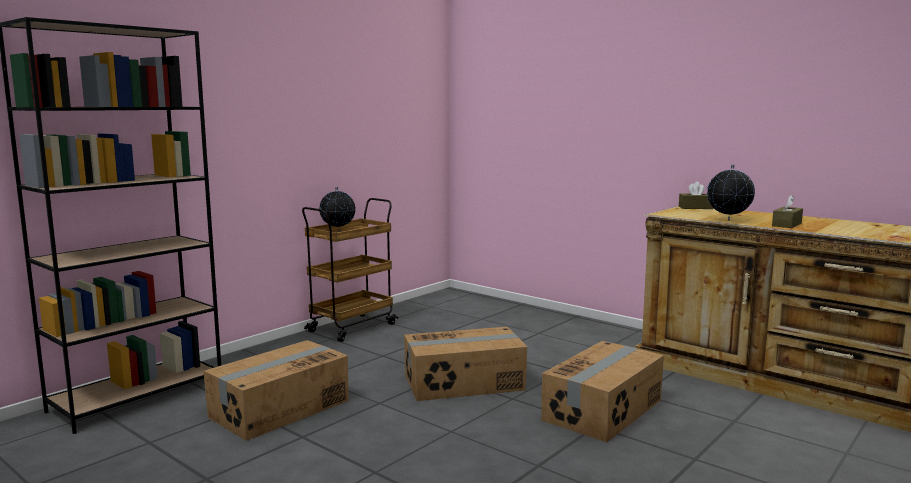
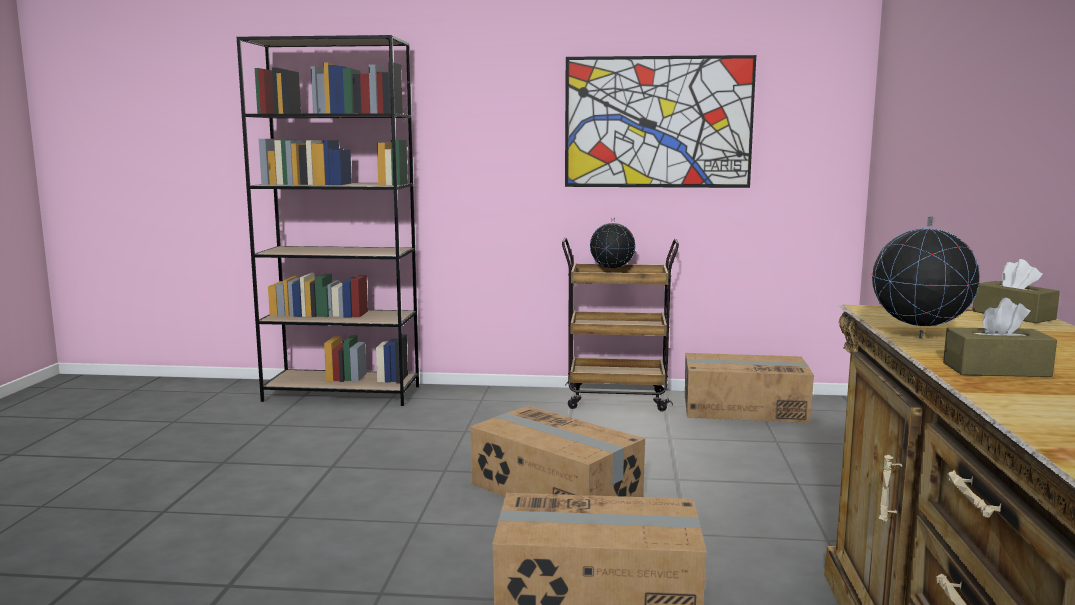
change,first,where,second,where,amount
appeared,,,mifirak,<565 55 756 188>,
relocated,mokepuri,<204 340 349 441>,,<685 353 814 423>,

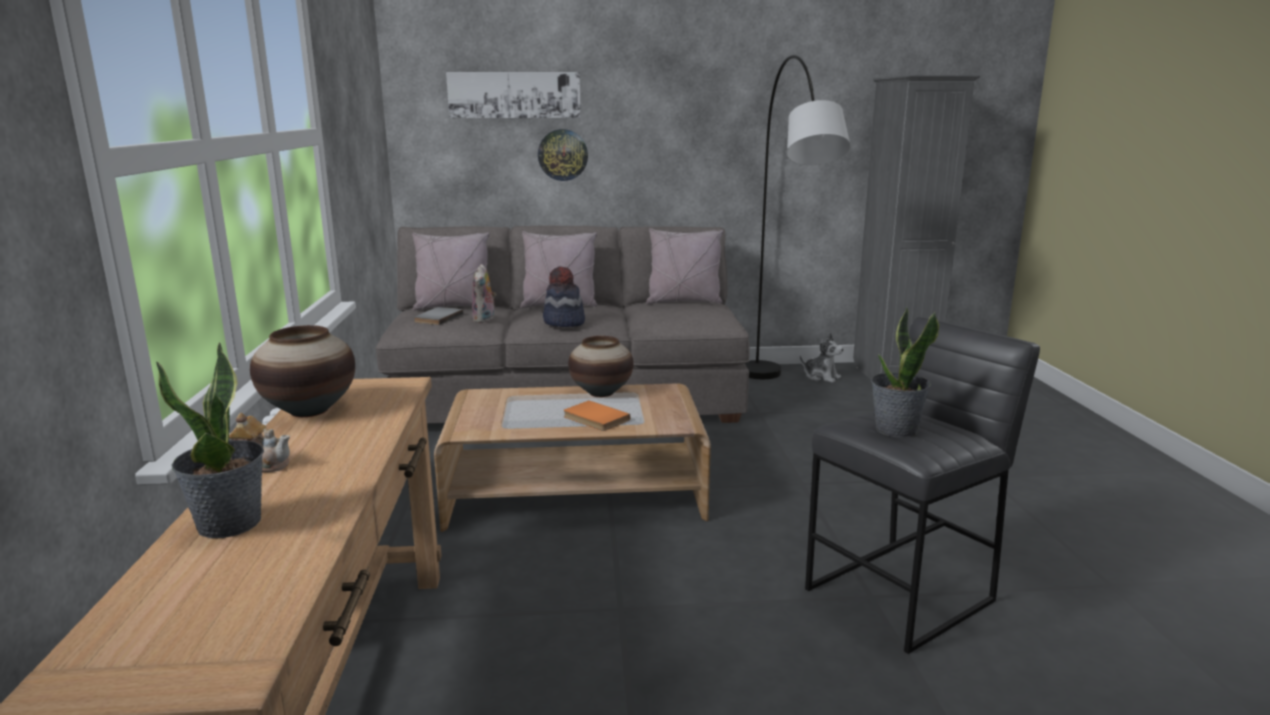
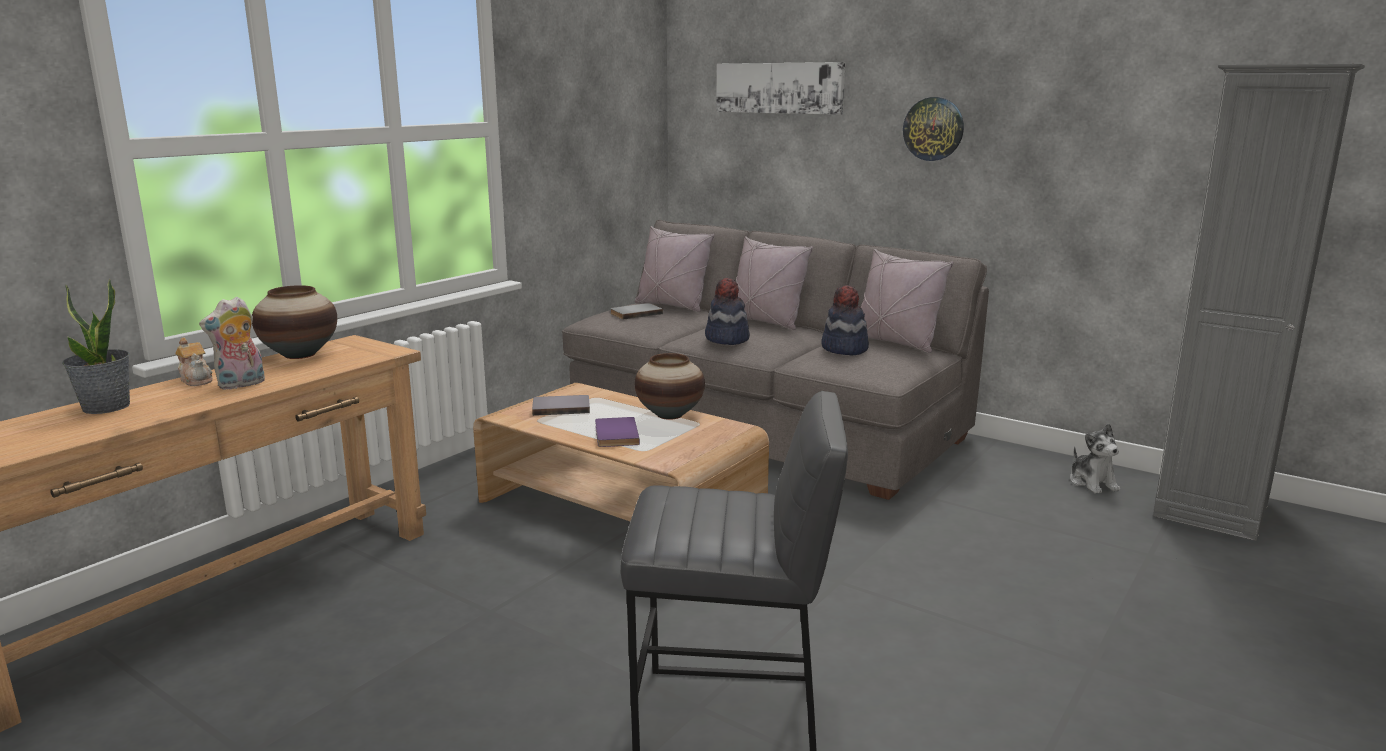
change,first,where,second,where,amount
missing,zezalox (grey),<745 55 851 379>,,,
missing,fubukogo,<871 307 939 438>,,,
appeared,,,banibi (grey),<532 395 590 416>,
appeared,,,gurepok,<821 285 869 355>,
relocated,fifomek,<472 264 496 323>,,<199 296 265 390>,
relocated,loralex,<538 129 588 181>,,<903 97 964 161>,
colour,banibi (orange),<564 400 630 431>,banibi (purple),<595 417 640 447>,

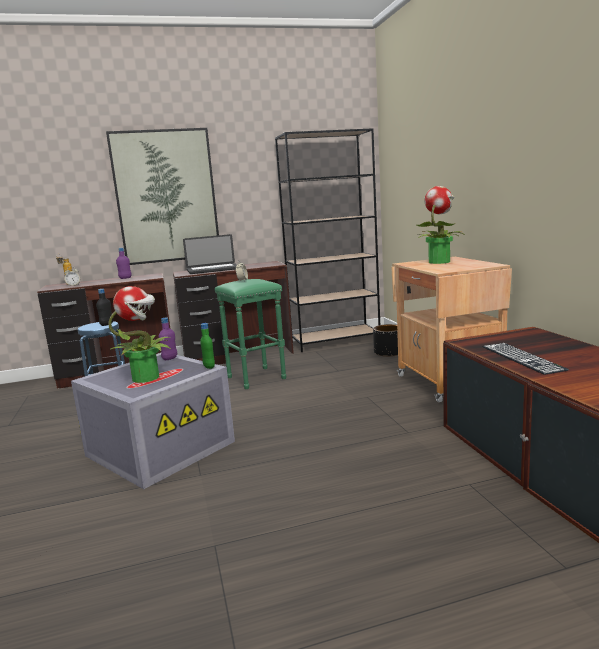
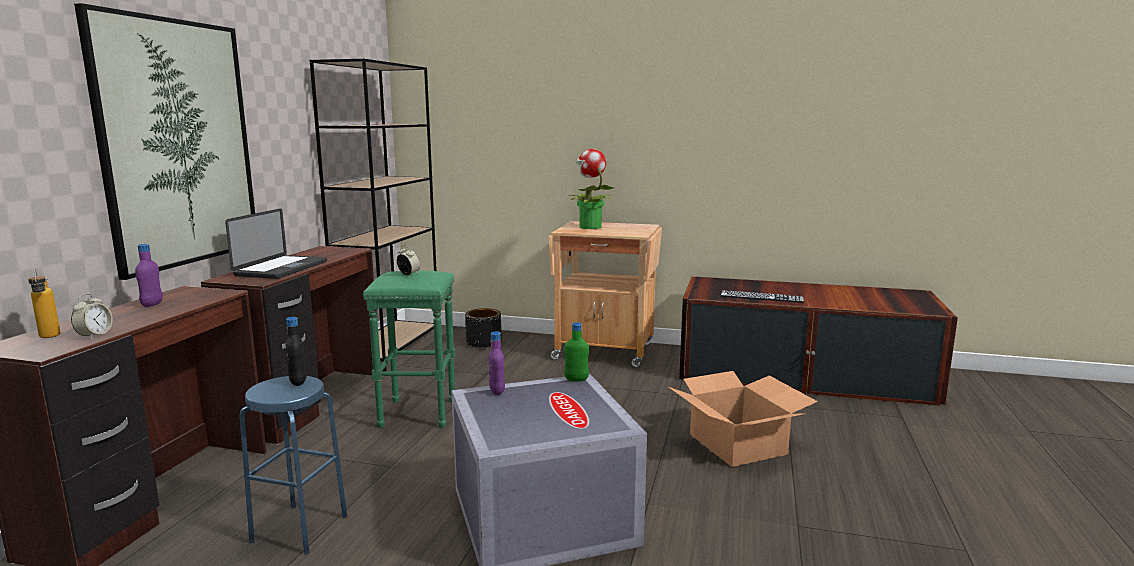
change,first,where,second,where,amount
missing,fubukogo,<108 286 172 383>,,,
appeared,,,mokepuri,<668 371 818 467>,

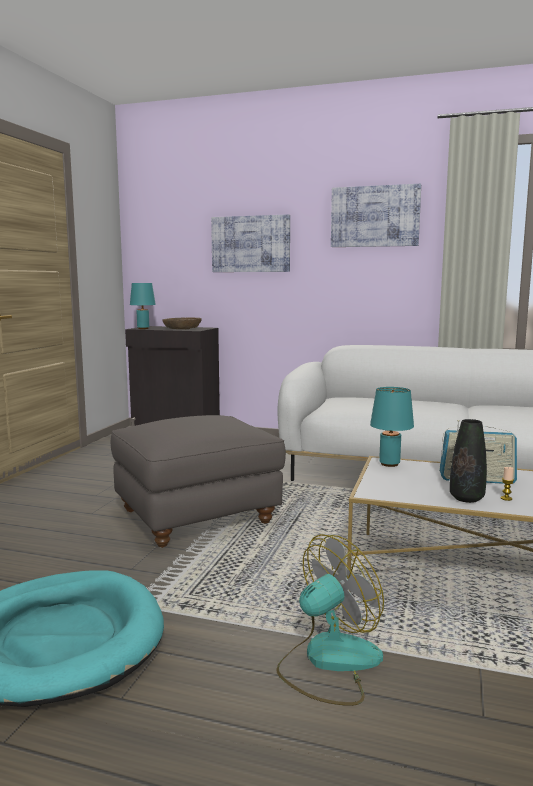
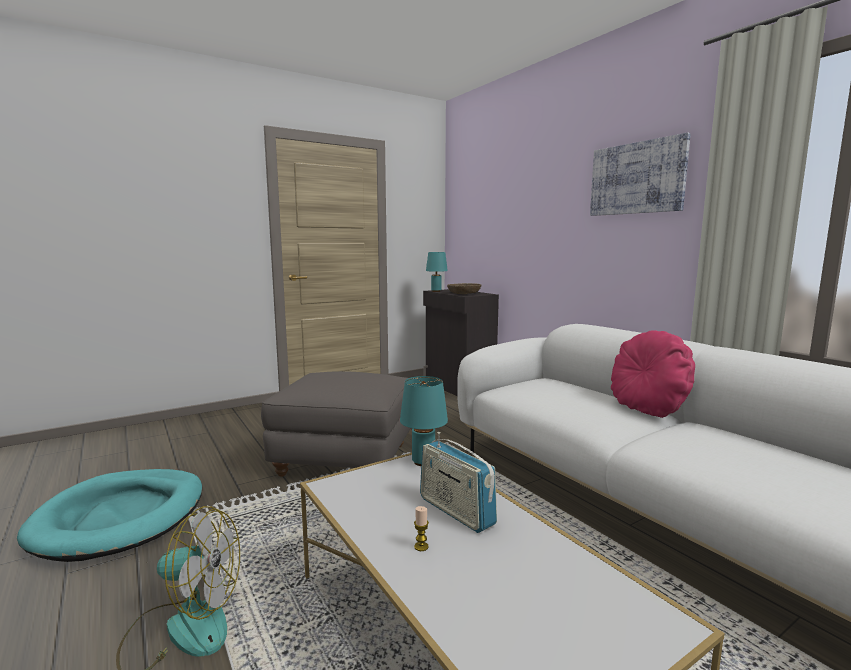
change,first,where,second,where,amount
missing,mifirak,<211 214 290 272>,,,
missing,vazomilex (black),<449 419 487 503>,,,
appeared,,,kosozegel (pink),<611 330 695 418>,

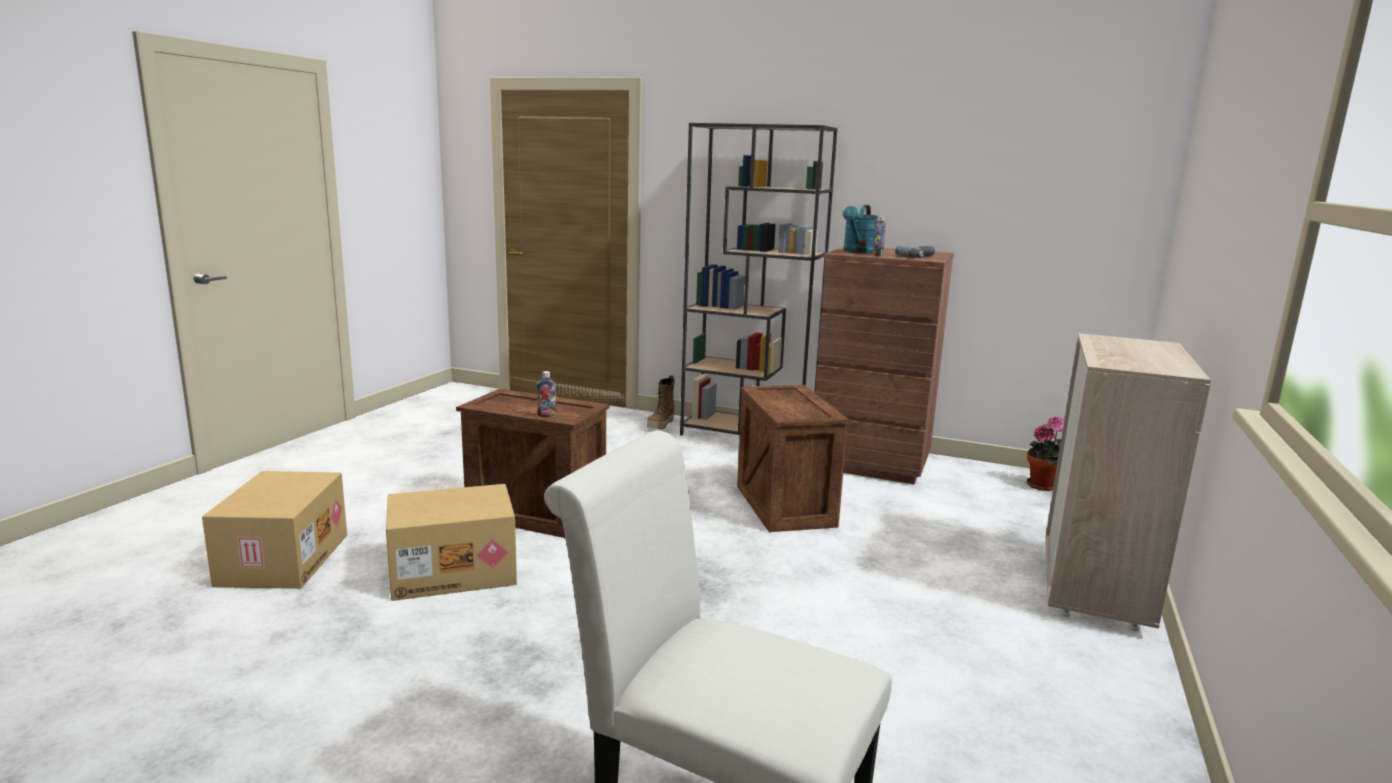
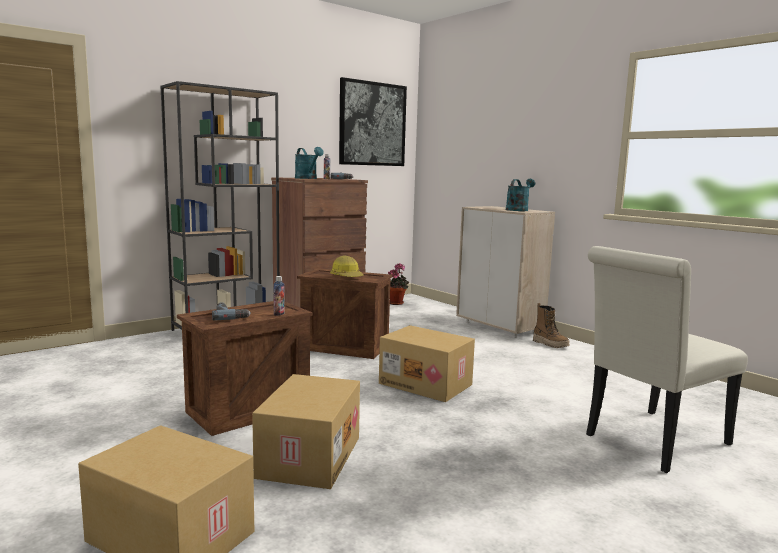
change,first,where,second,where,amount
appeared,,,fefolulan,<212 302 251 320>,
appeared,,,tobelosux,<330 255 364 277>,
appeared,,,mifirak,<339 77 407 166>,
appeared,,,mokepuri,<379 325 475 402>,
appeared,,,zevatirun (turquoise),<506 179 535 211>,
relocated,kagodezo,<647 375 675 429>,,<533 303 569 348>,

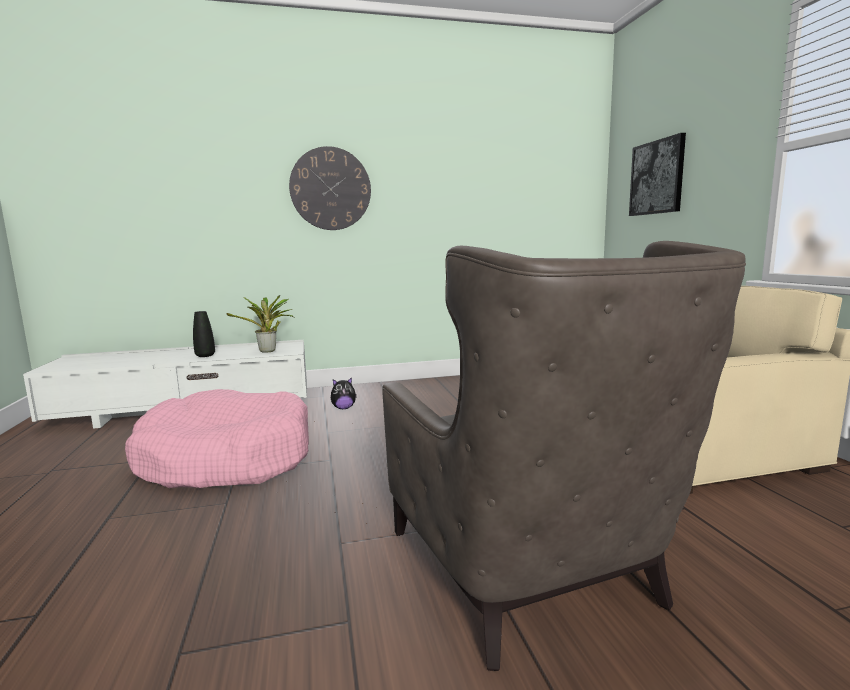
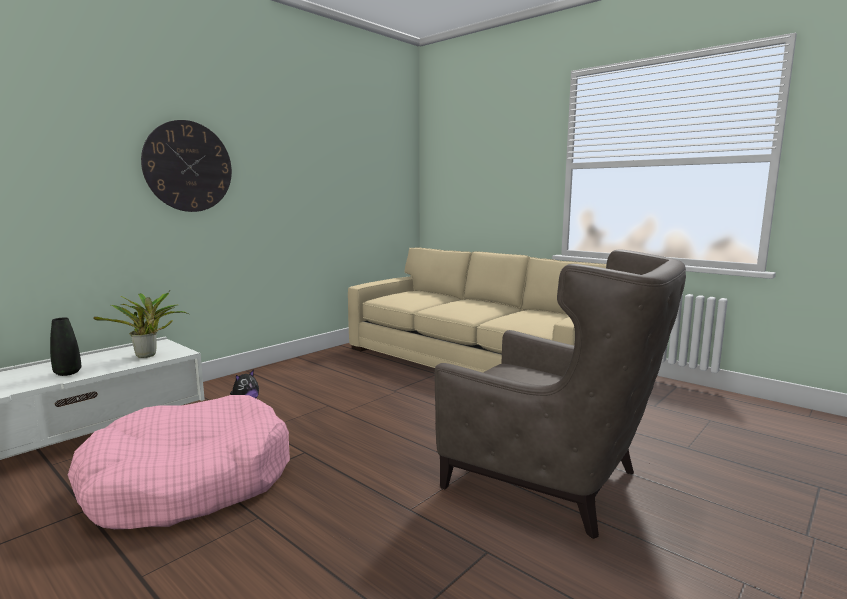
change,first,where,second,where,amount
missing,mifirak,<629 133 686 216>,,,

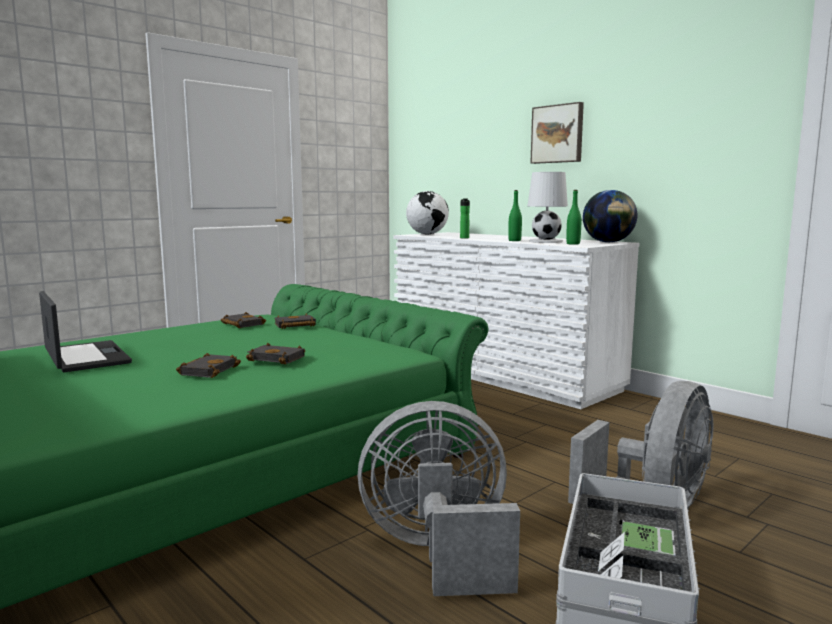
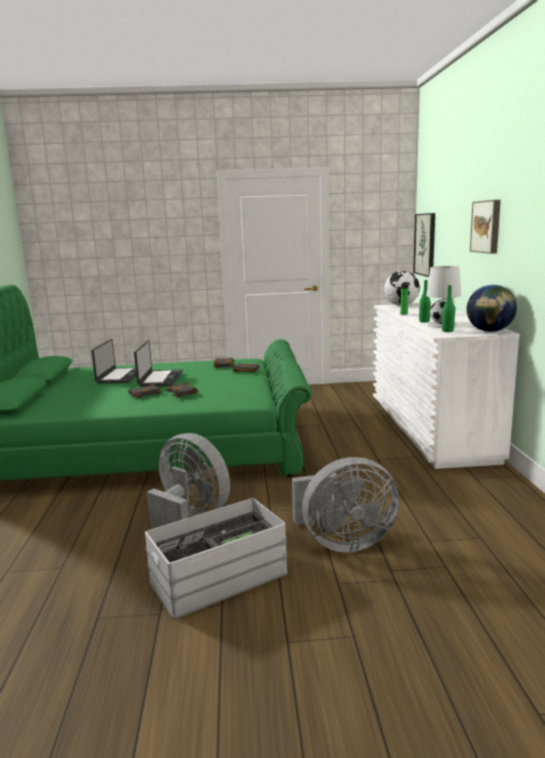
change,first,where,second,where,amount
appeared,,,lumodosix,<134 340 183 387>,
appeared,,,mifirak,<413 213 435 277>,

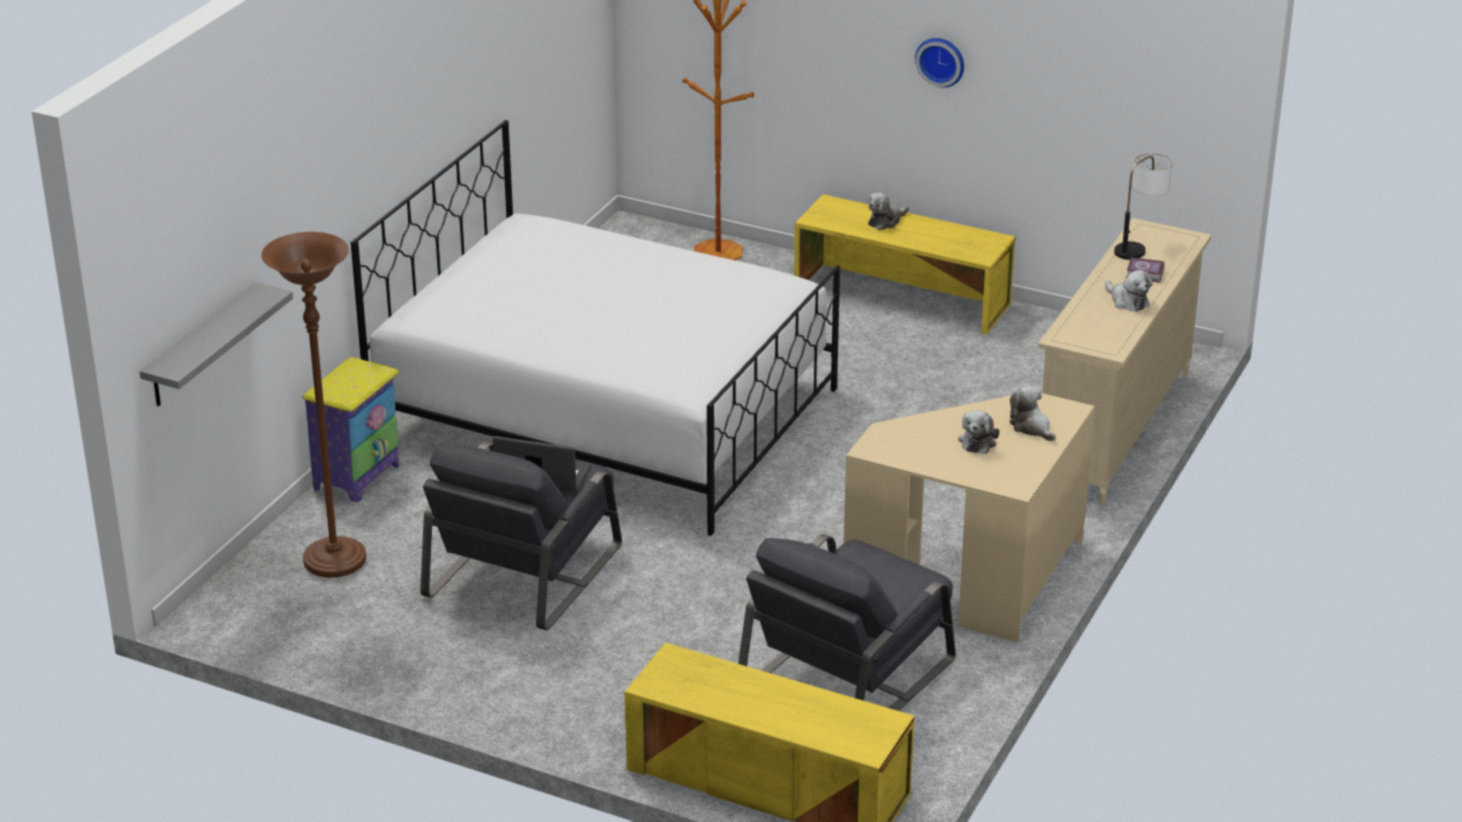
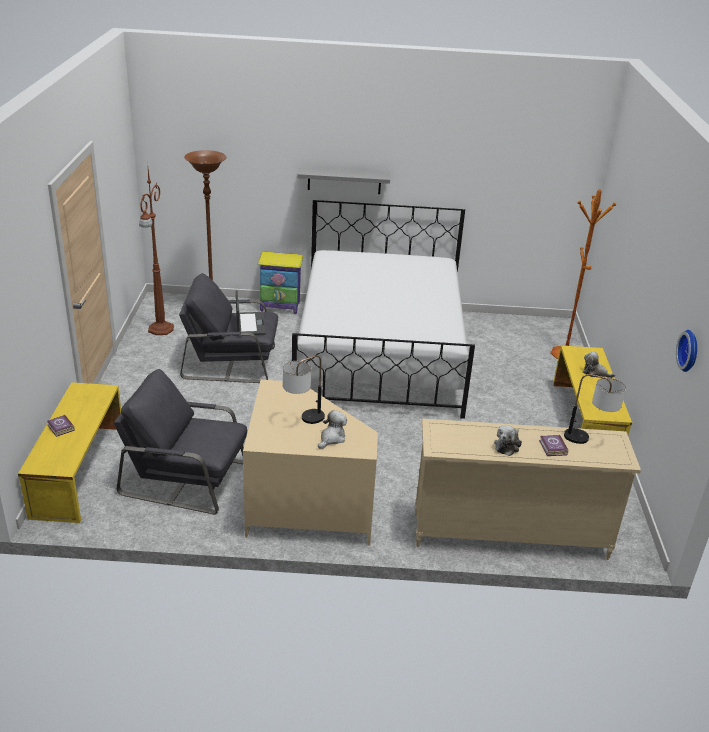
change,first,where,second,where,amount
appeared,,,banibi,<47 415 75 437>,
appeared,,,zezalox (brown),<139 169 174 335>,
relocated,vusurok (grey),<139 282 293 406>,,<297 167 390 194>,
relocated,loralex,<915 38 964 88>,,<676 330 697 372>,
exchanged,fifomek,<958 410 999 454>,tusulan,<283 355 325 424>,

